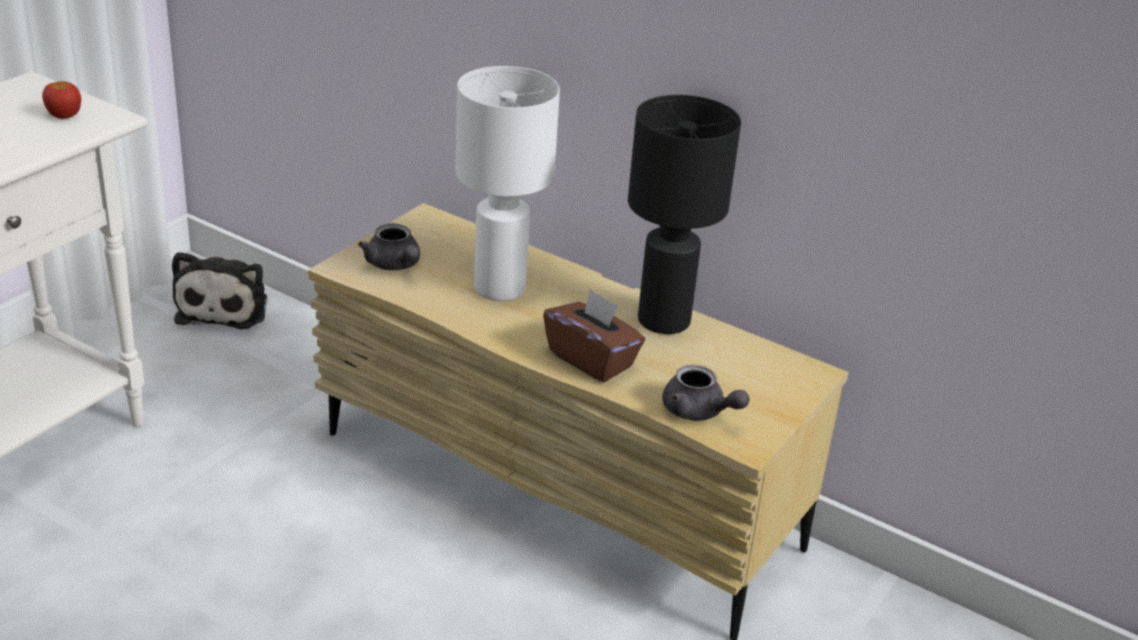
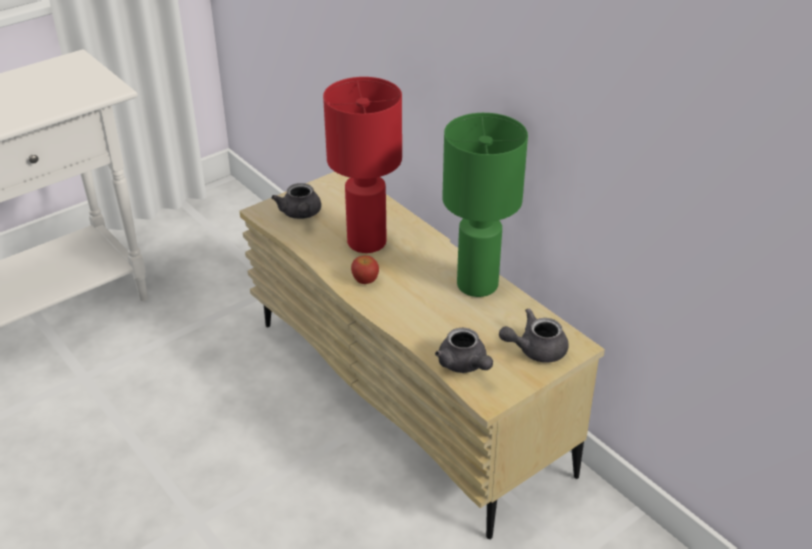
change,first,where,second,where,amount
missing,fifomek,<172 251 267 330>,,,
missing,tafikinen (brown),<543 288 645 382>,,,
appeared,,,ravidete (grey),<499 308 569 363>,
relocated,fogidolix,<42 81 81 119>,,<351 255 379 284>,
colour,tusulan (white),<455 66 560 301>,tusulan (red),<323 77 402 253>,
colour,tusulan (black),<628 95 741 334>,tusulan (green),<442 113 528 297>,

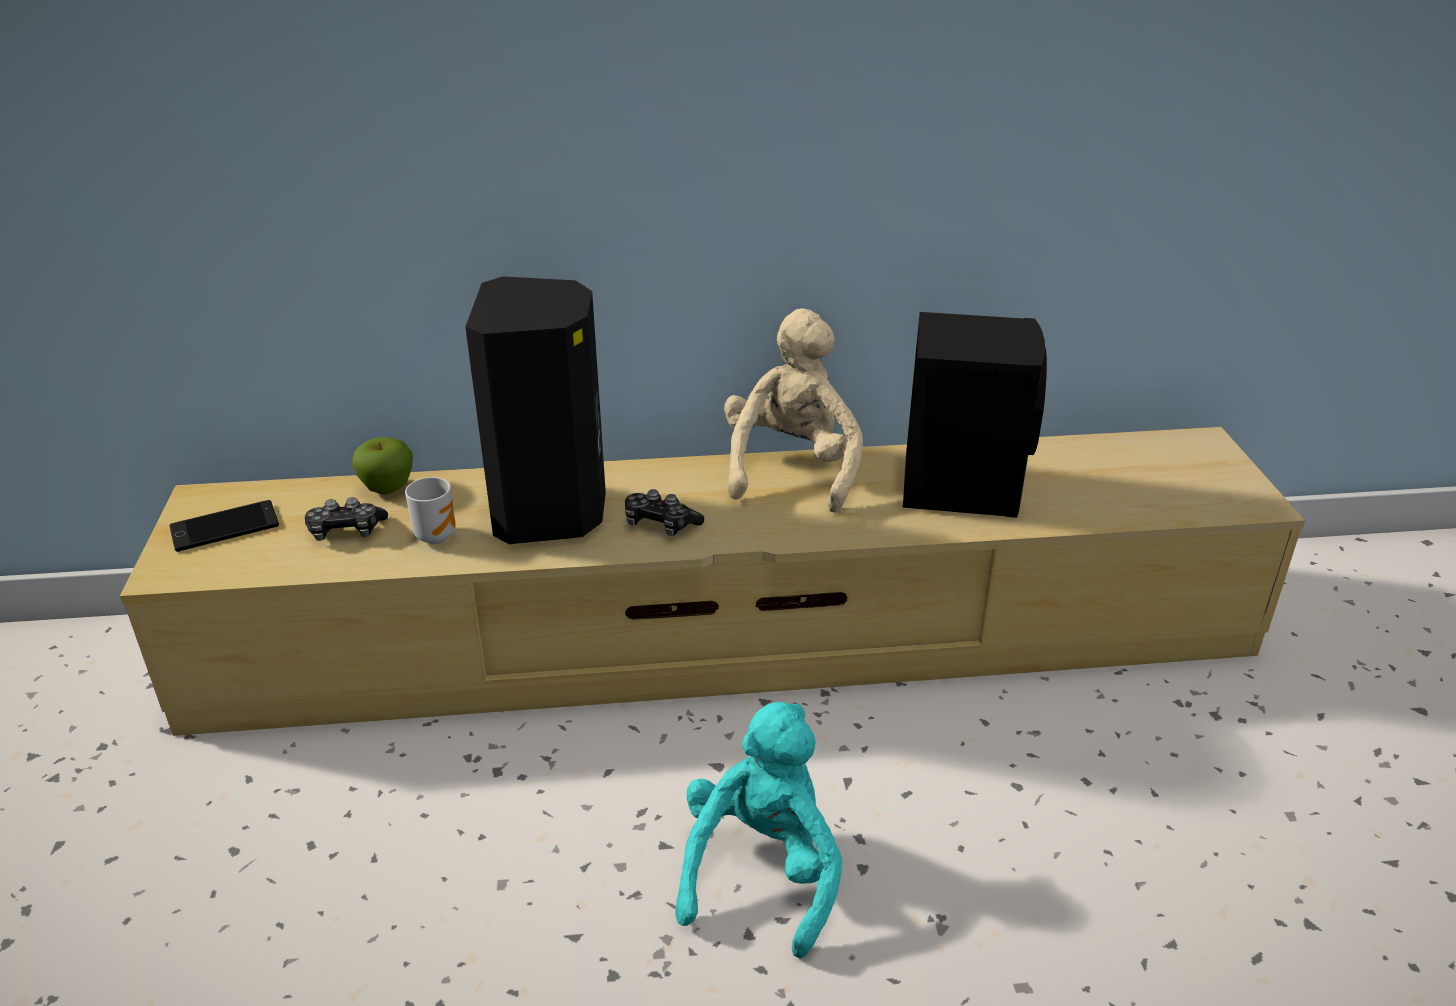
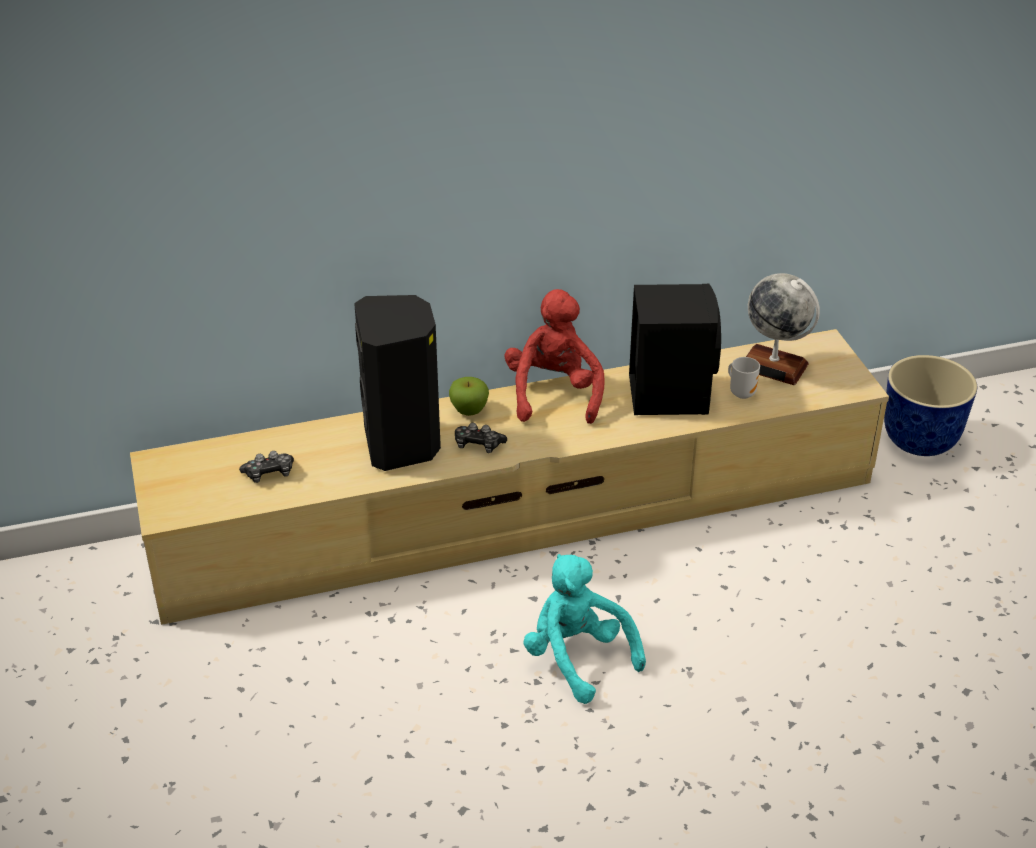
change,first,where,second,where,amount
missing,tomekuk,<170 500 279 552>,,,
appeared,,,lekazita,<746 273 820 385>,
appeared,,,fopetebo,<884 355 977 456>,
relocated,fogidolix,<352 437 413 495>,,<449 377 489 416>,
relocated,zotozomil,<405 477 456 544>,,<728 357 760 399>,
colour,fifomek (beige),<724 308 863 513>,fifomek (red),<505 289 604 424>,
spun,fifomek (turquoise),<675 702 842 959>,,<524 554 646 704>,45 degrees counterclockwise

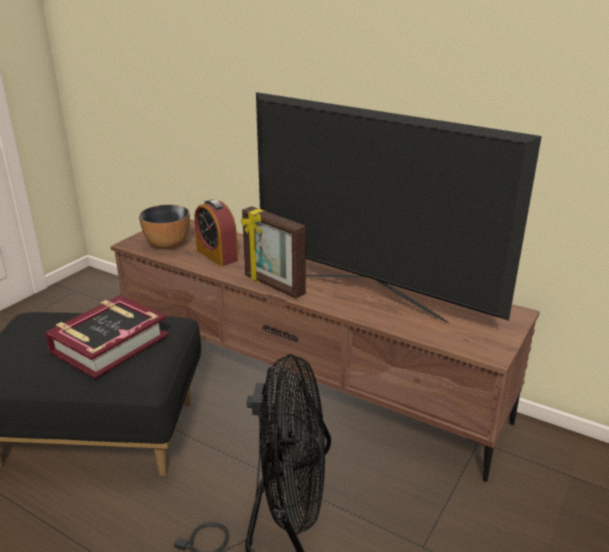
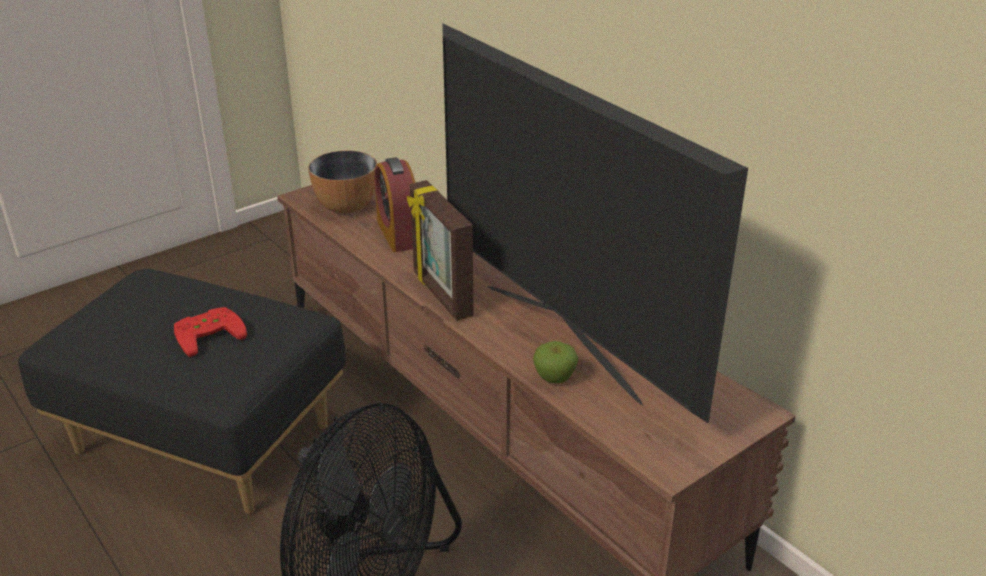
change,first,where,second,where,amount
appeared,,,fogidolix,<533 341 578 383>,
exchanged,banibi,<45 295 168 379>,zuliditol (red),<174 307 247 357>,

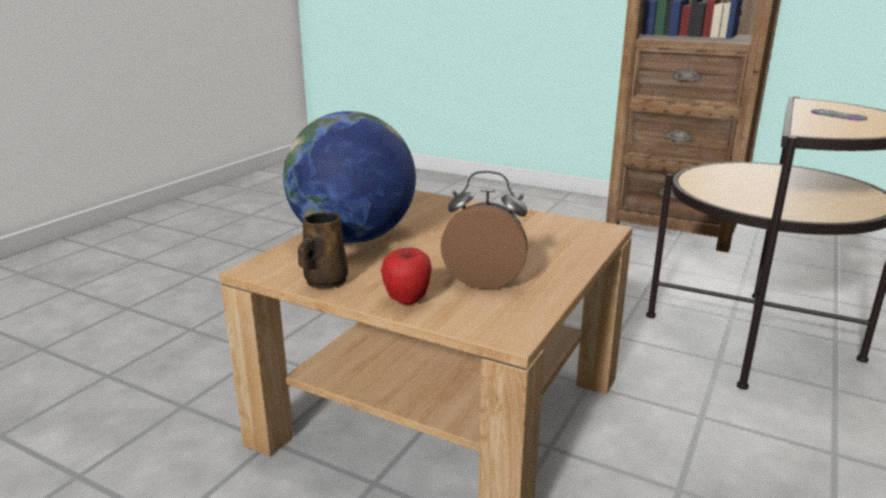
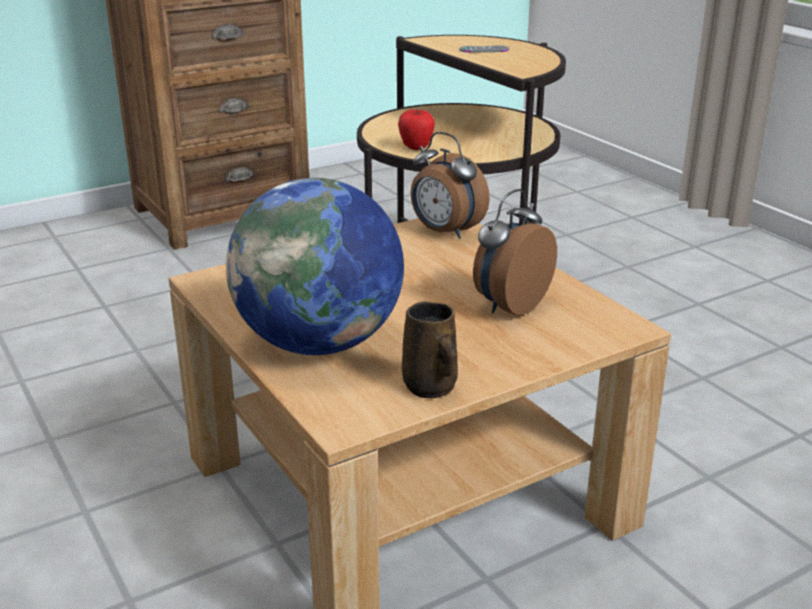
change,first,where,second,where,amount
appeared,,,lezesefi,<410 132 490 239>,
relocated,fogidolix,<381 247 432 305>,,<398 109 435 150>,

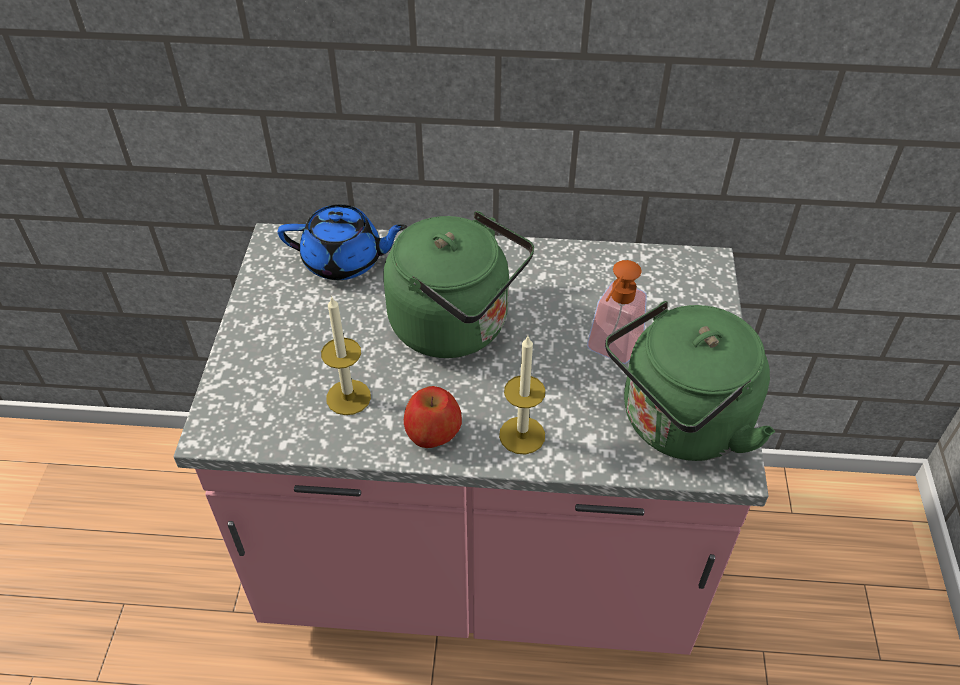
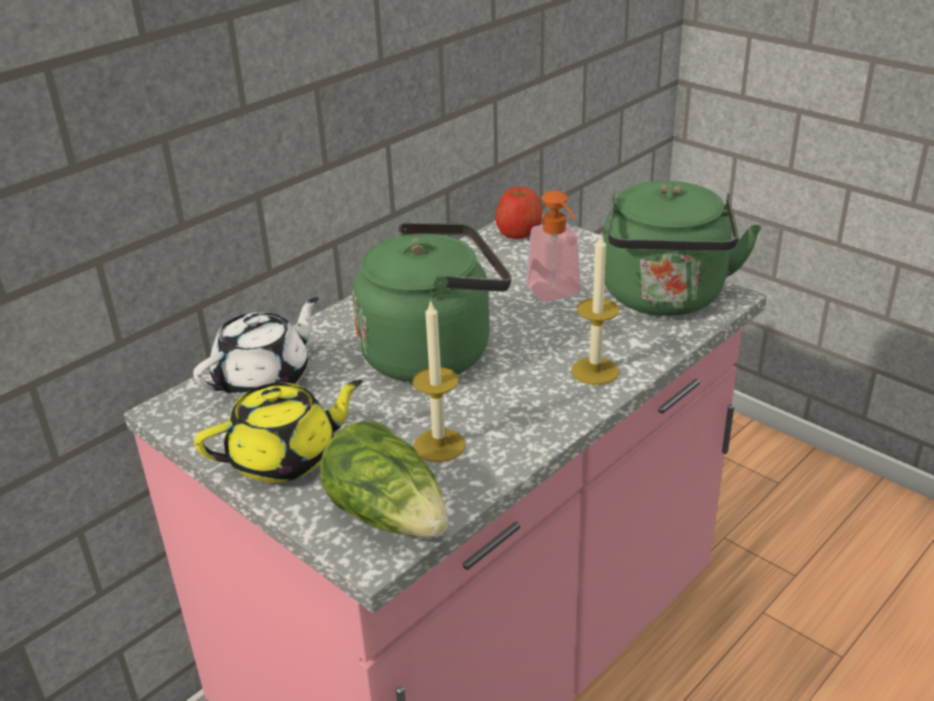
change,first,where,second,where,amount
appeared,,,ravidete (yellow),<194 380 363 483>,
appeared,,,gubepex,<320 421 448 537>,
relocated,fogidolix,<404 386 462 448>,,<496 187 542 239>,
colour,ravidete (blue),<278 204 407 280>,ravidete (white),<193 297 319 398>,

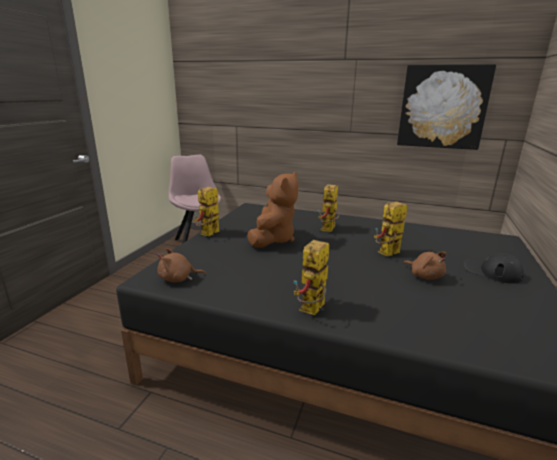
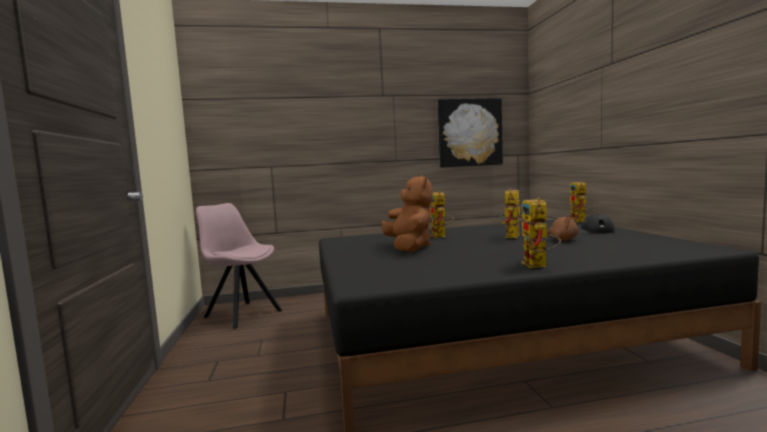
change,first,where,second,where,amount
missing,fifomek (brown),<157 248 206 283>,,,
relocated,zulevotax,<194 187 220 236>,,<569 181 595 223>,

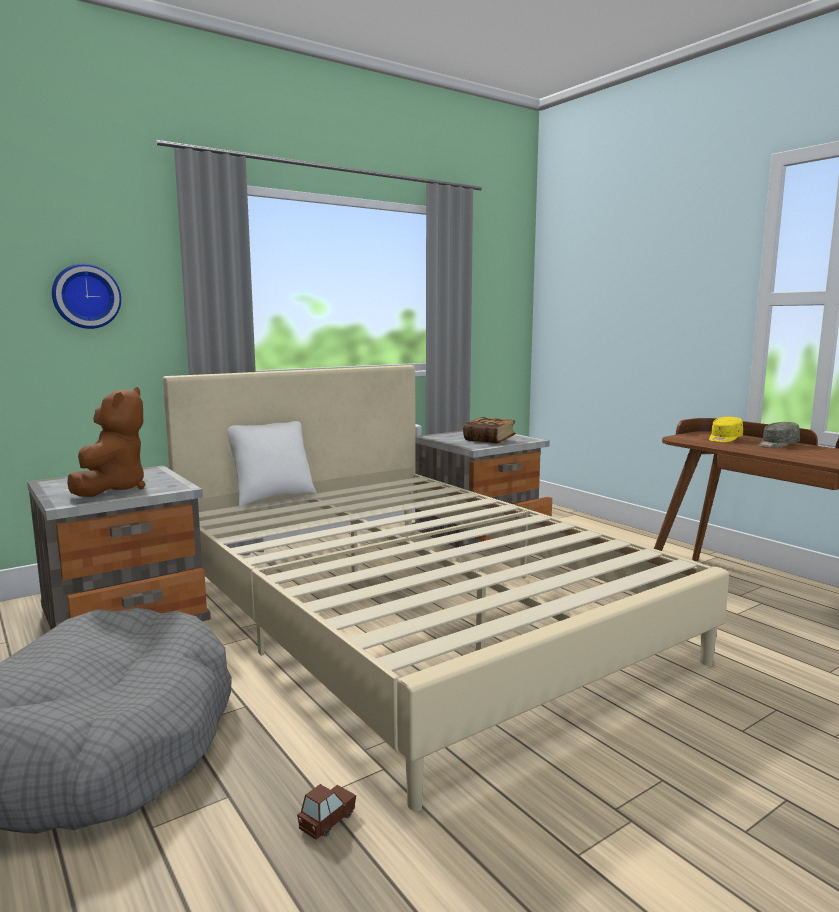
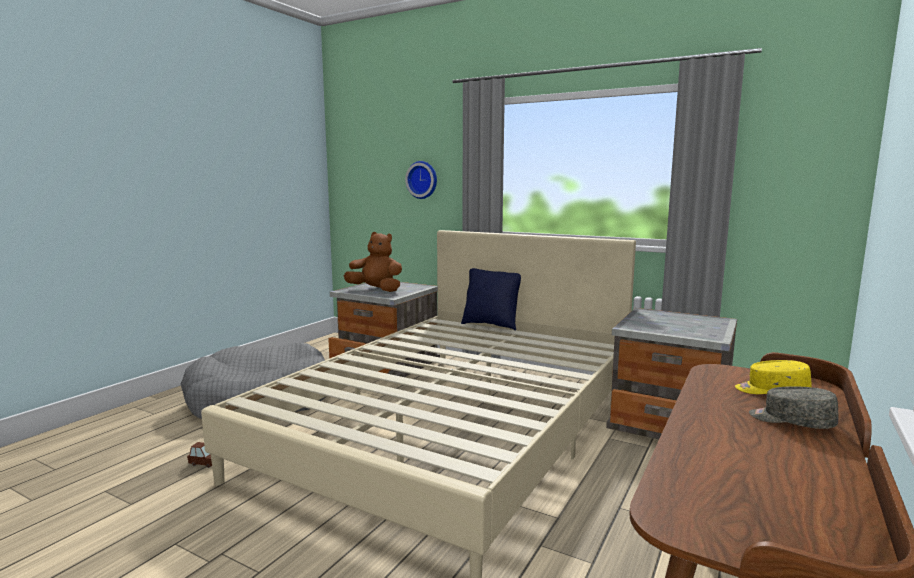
change,first,where,second,where,amount
missing,banibi,<463 417 516 444>,,,
colour,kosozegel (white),<227 421 317 507>,kosozegel (blue),<461 268 521 331>,
spun,fifomek (brown),<67 387 145 497>,,<344 232 402 292>,135 degrees counterclockwise

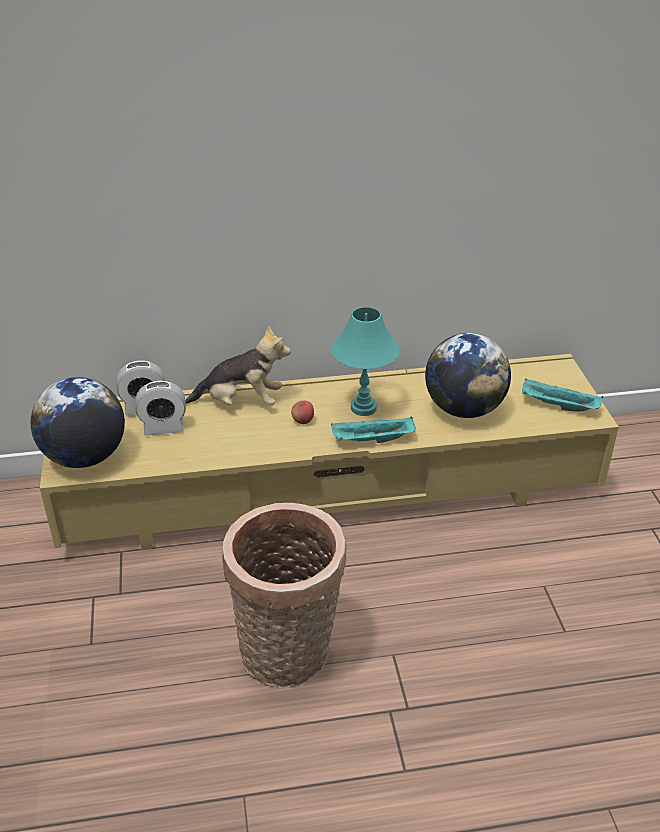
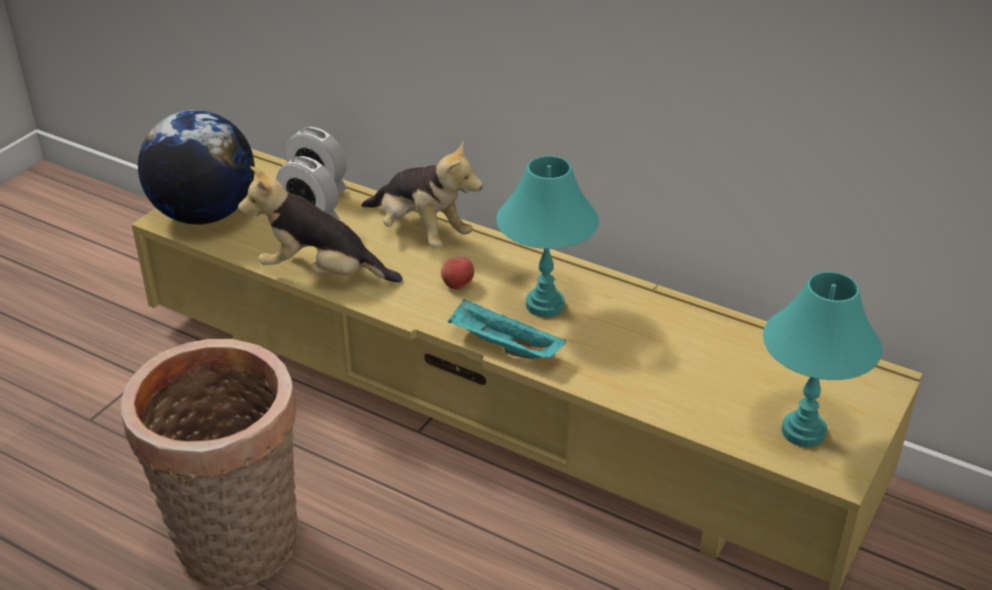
change,first,where,second,where,amount
missing,lekazita,<425 333 511 418>,,,
appeared,,,fifomek,<238 166 402 282>,
exchanged,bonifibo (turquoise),<522 379 603 412>,tusulan (turquoise),<763 272 882 447>,

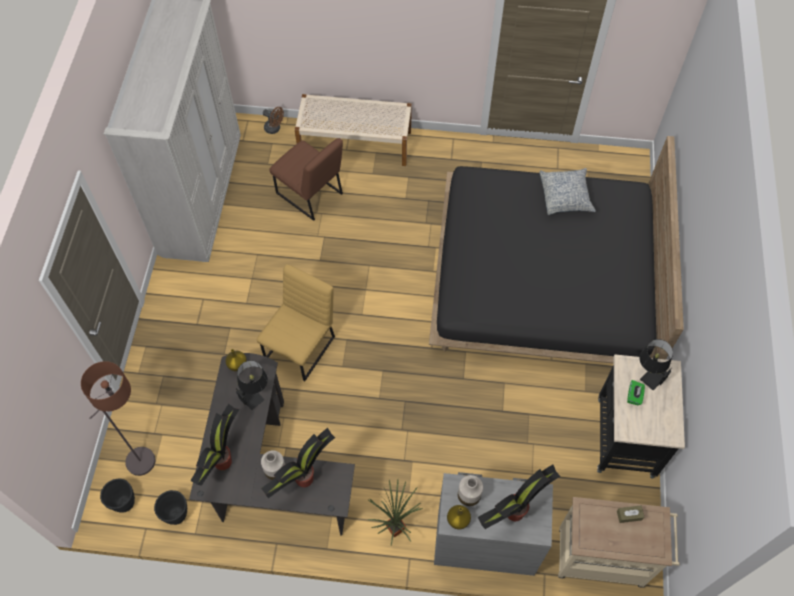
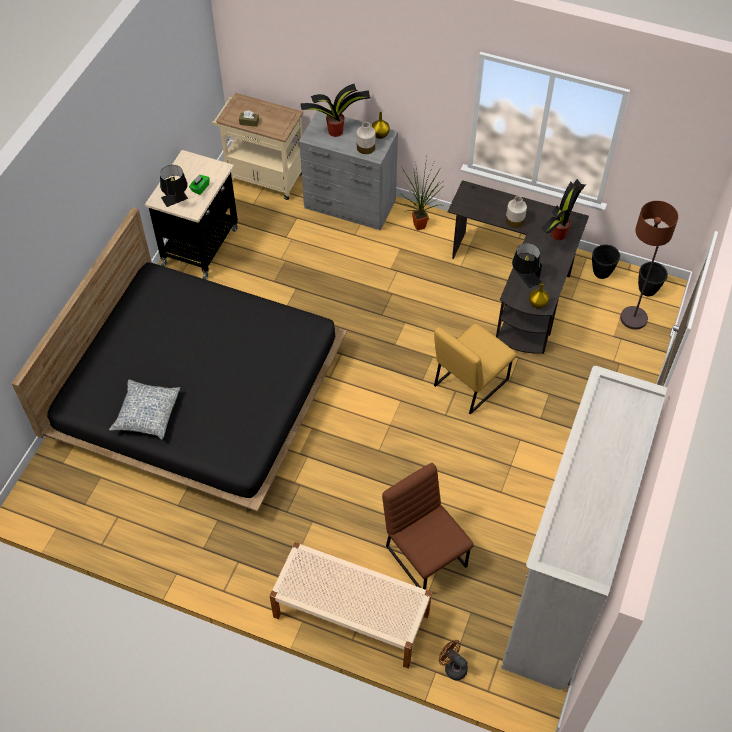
change,first,where,second,where,amount
missing,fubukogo,<261 428 335 498>,,,

